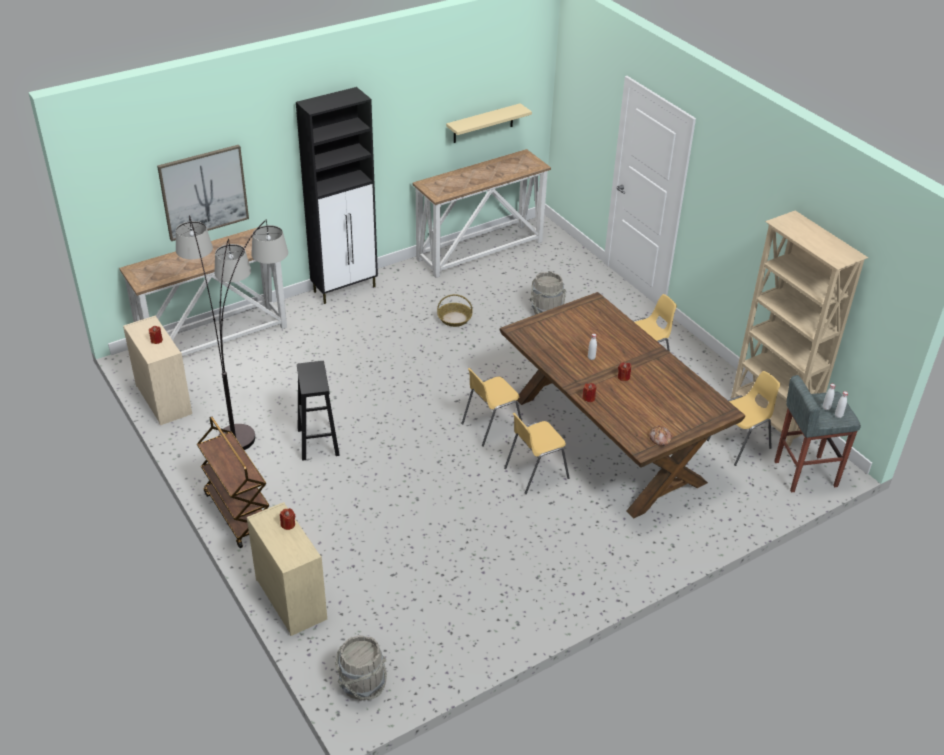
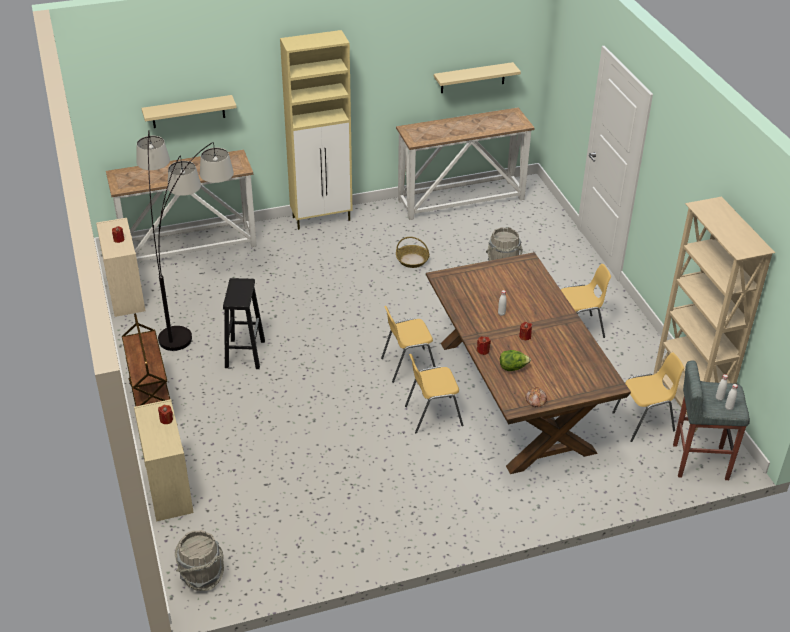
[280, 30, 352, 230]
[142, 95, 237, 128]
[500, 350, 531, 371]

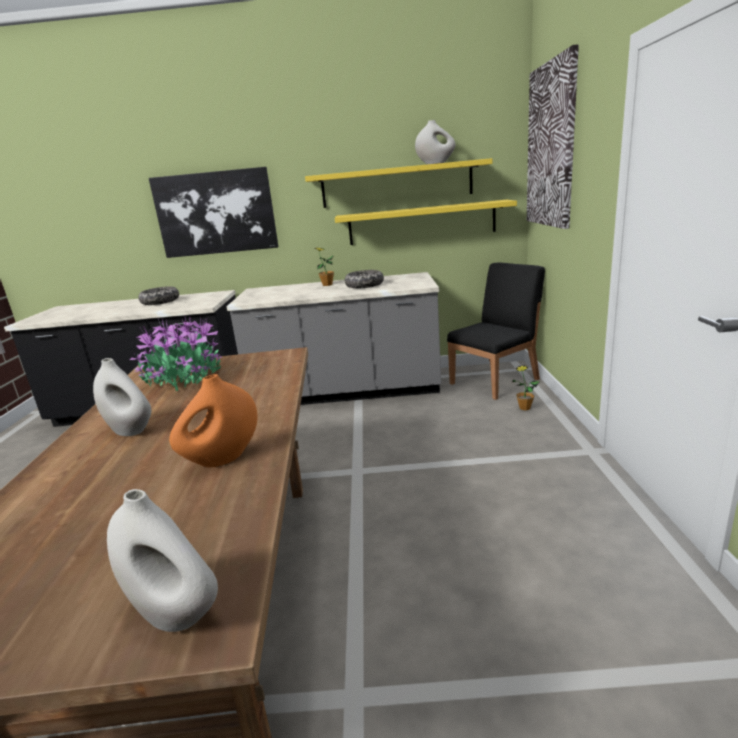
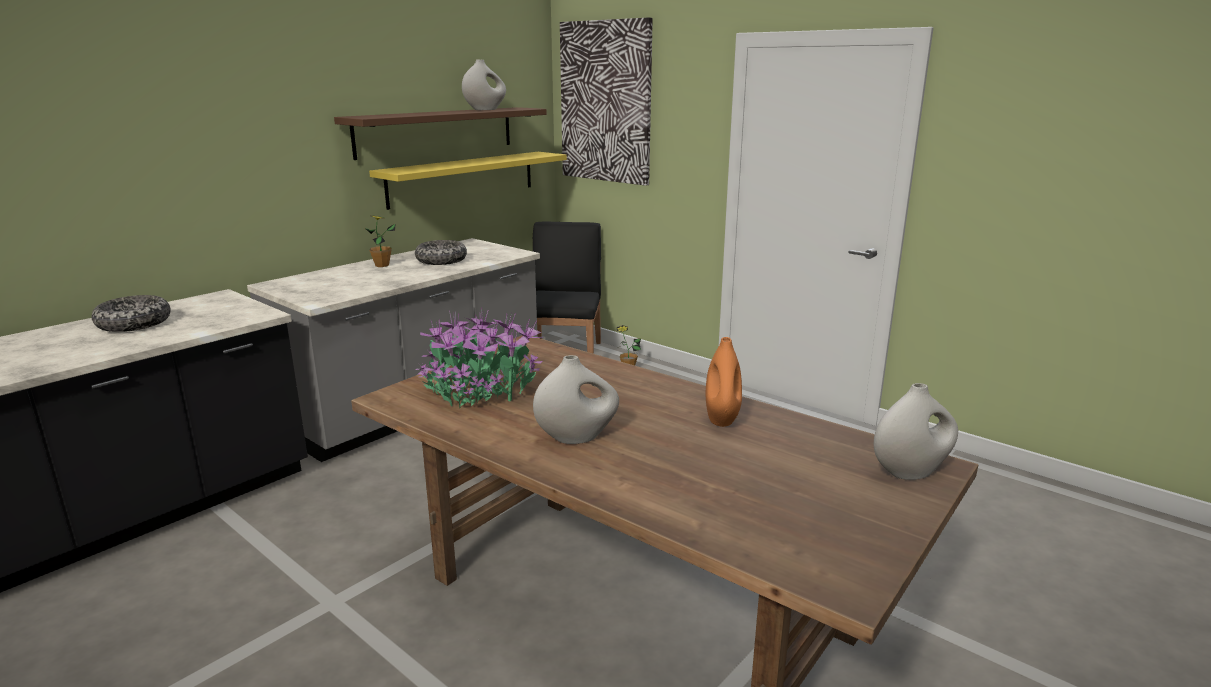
[334, 107, 547, 160]
[149, 167, 278, 258] (first image)

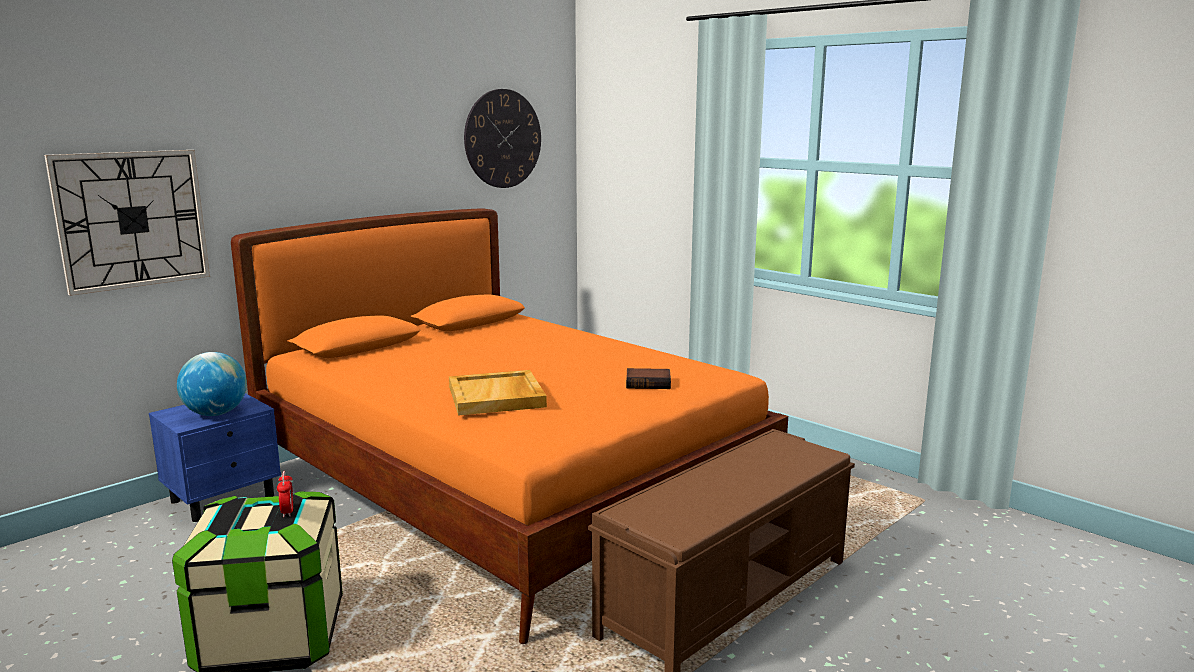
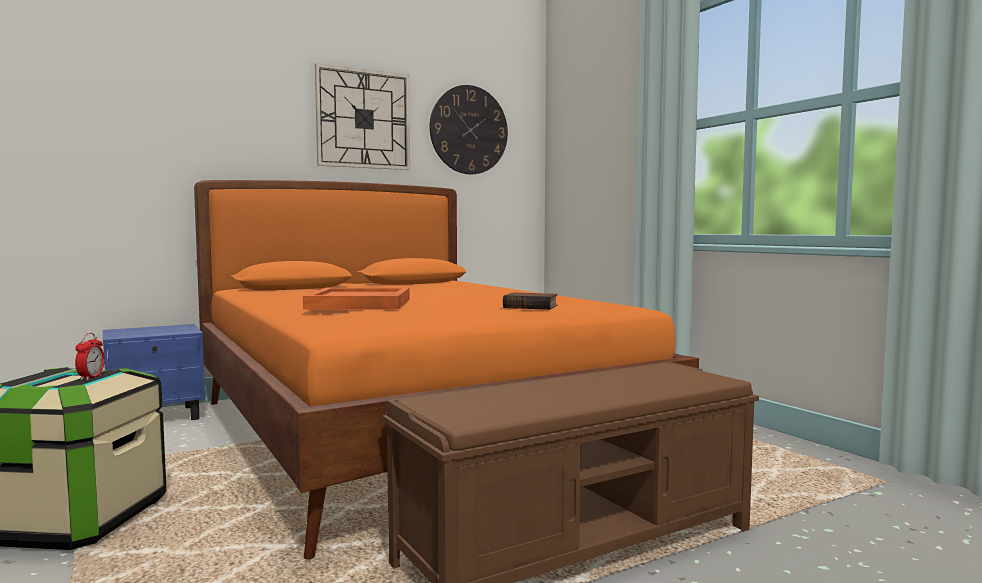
[315, 63, 410, 170]
[177, 352, 247, 416] (first image)
[303, 288, 410, 310]

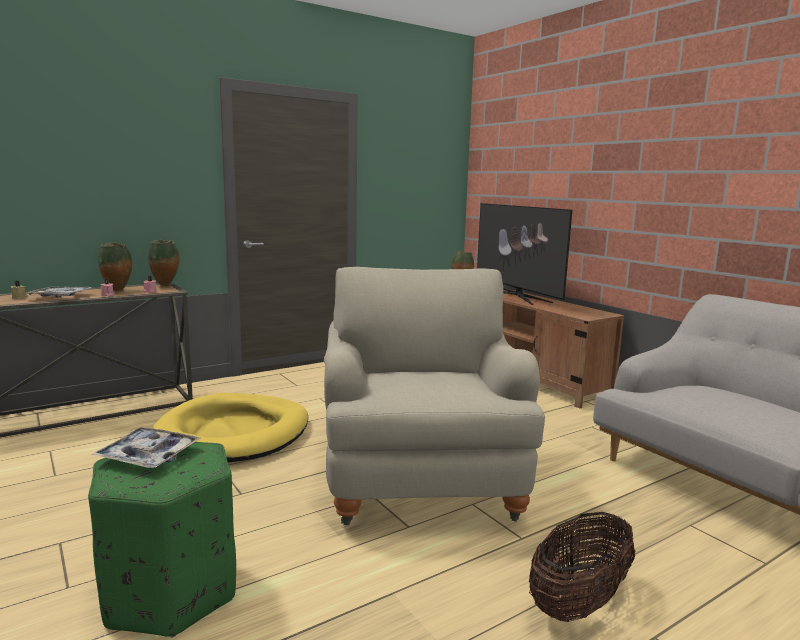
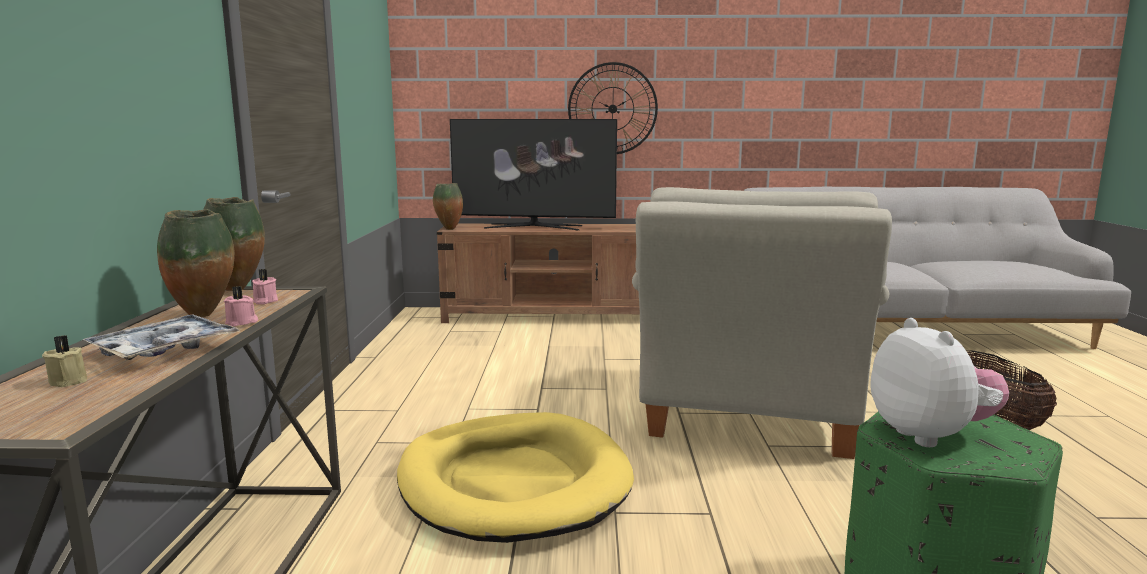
[632, 187, 892, 459]
[870, 318, 1009, 447]
[568, 62, 658, 154]

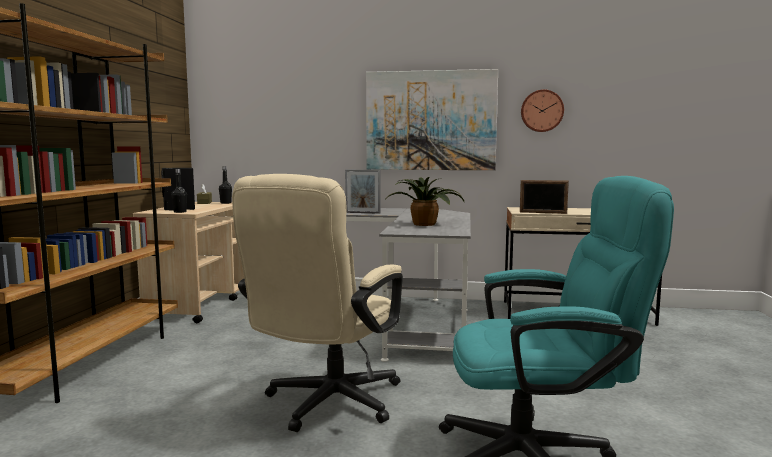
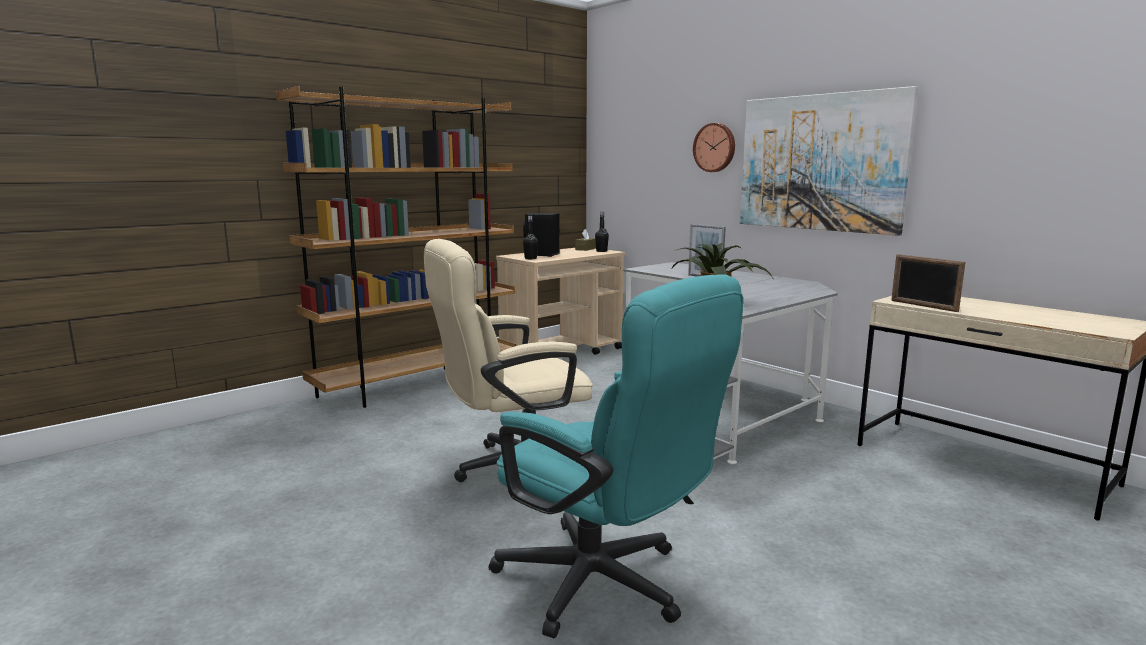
[693, 123, 735, 172]

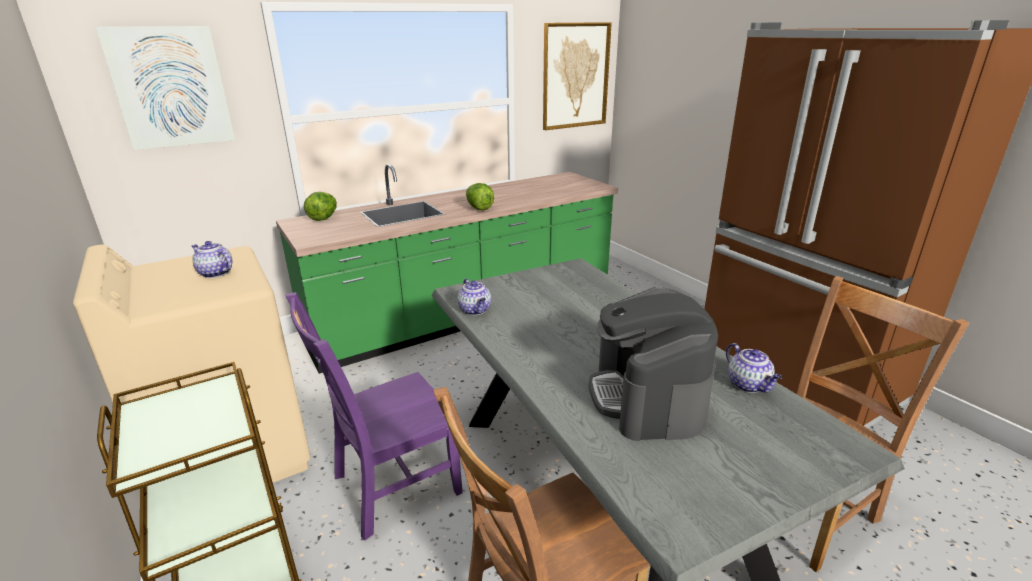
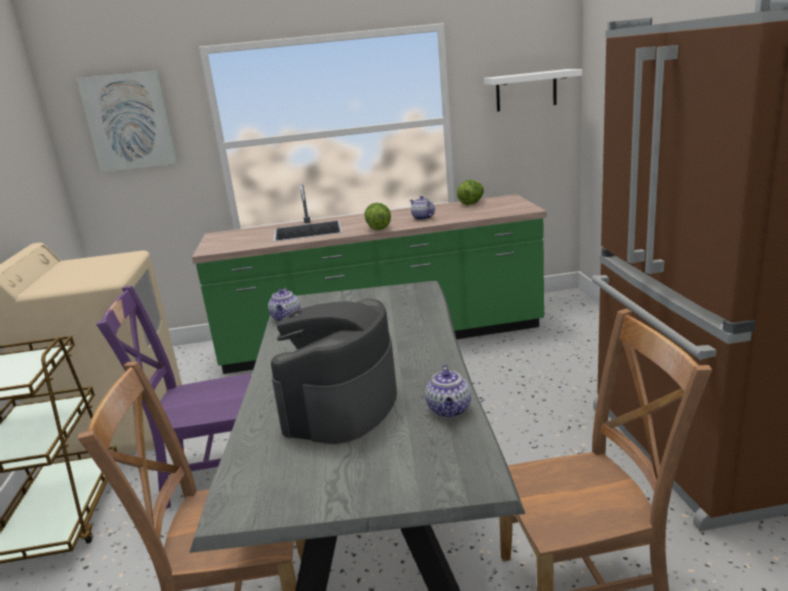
[484, 69, 582, 112]
[457, 180, 484, 205]
[410, 196, 435, 220]

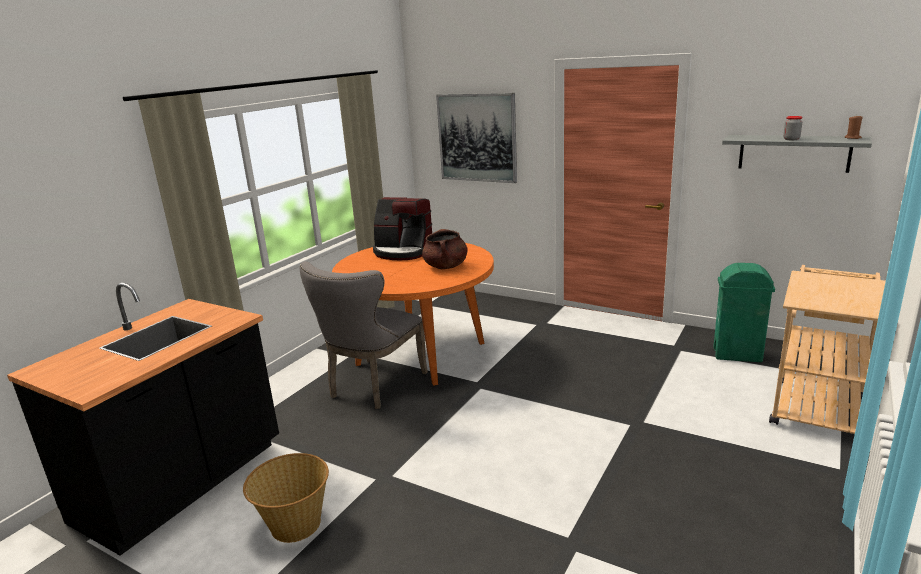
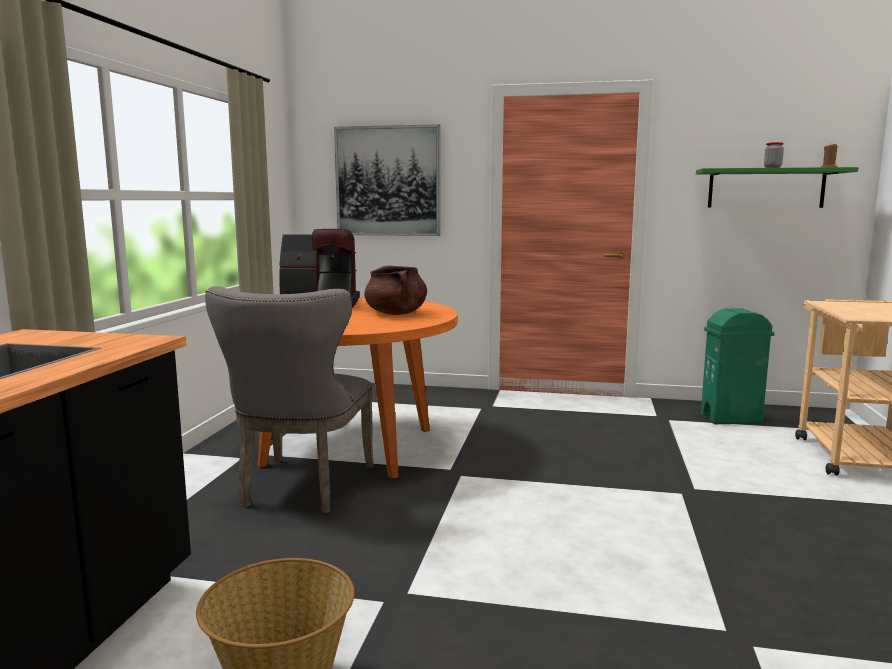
[696, 167, 859, 208]

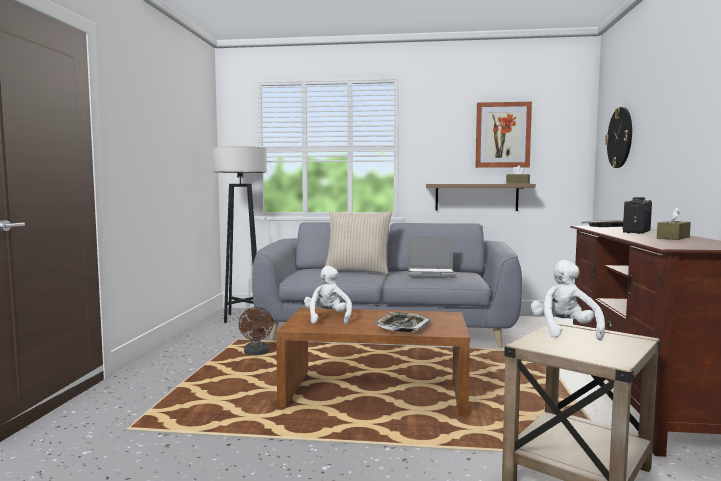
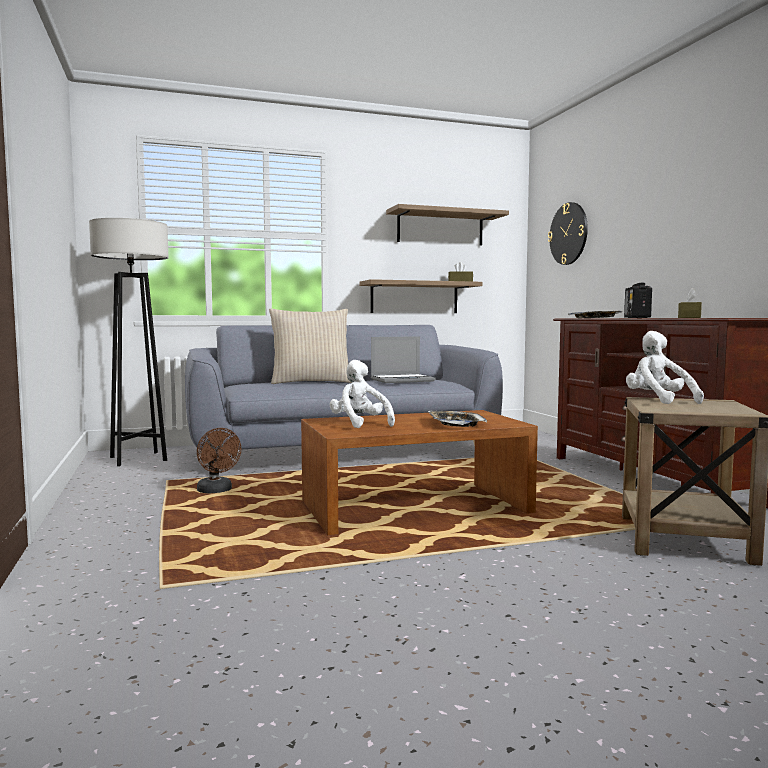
[386, 204, 509, 245]

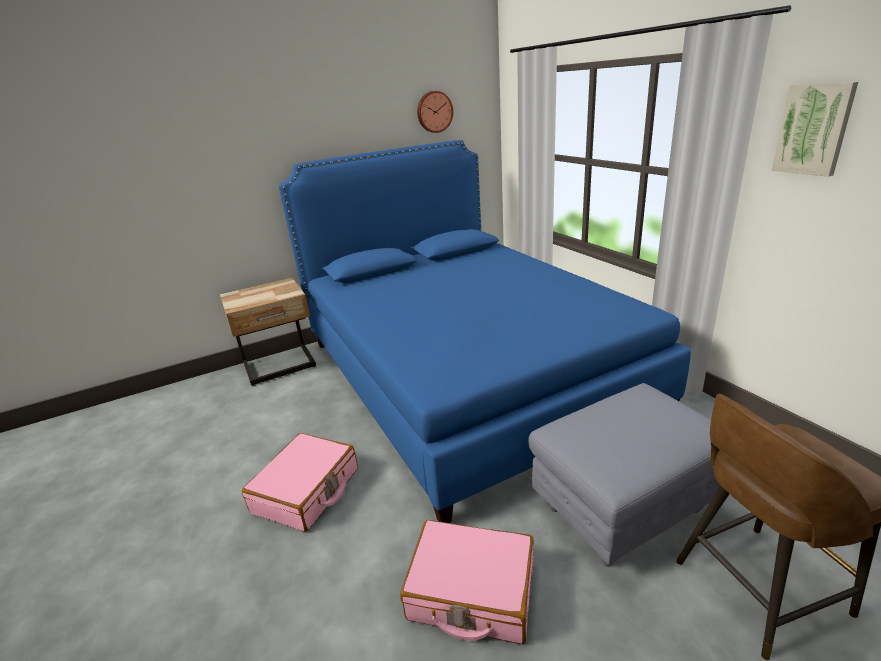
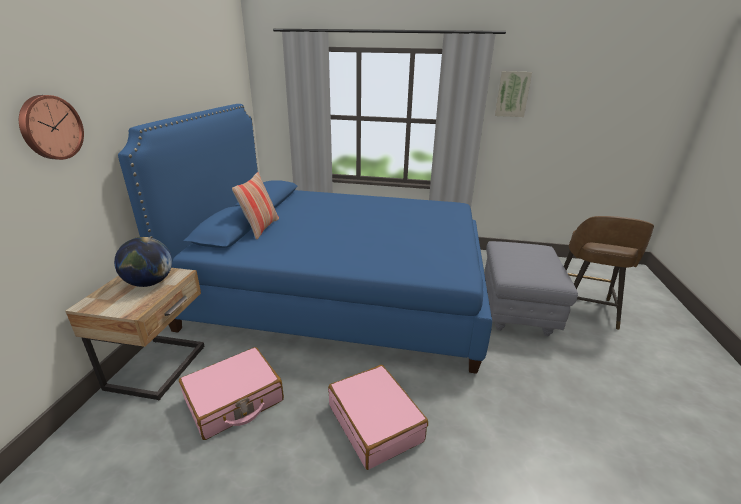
[19, 95, 84, 160]
[179, 347, 284, 440]
[232, 172, 279, 240]
[114, 237, 172, 287]

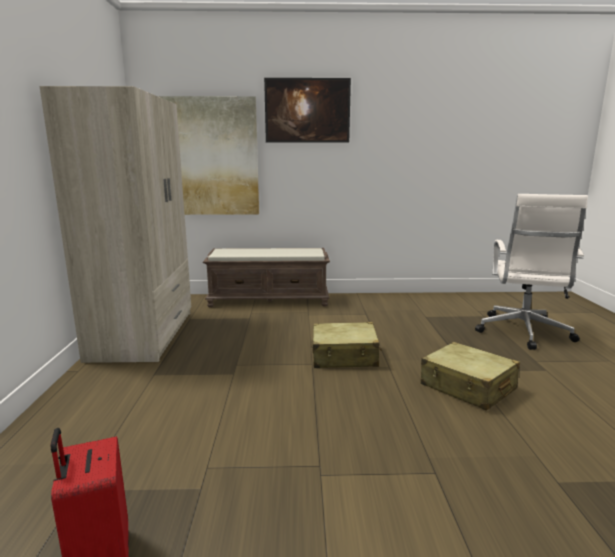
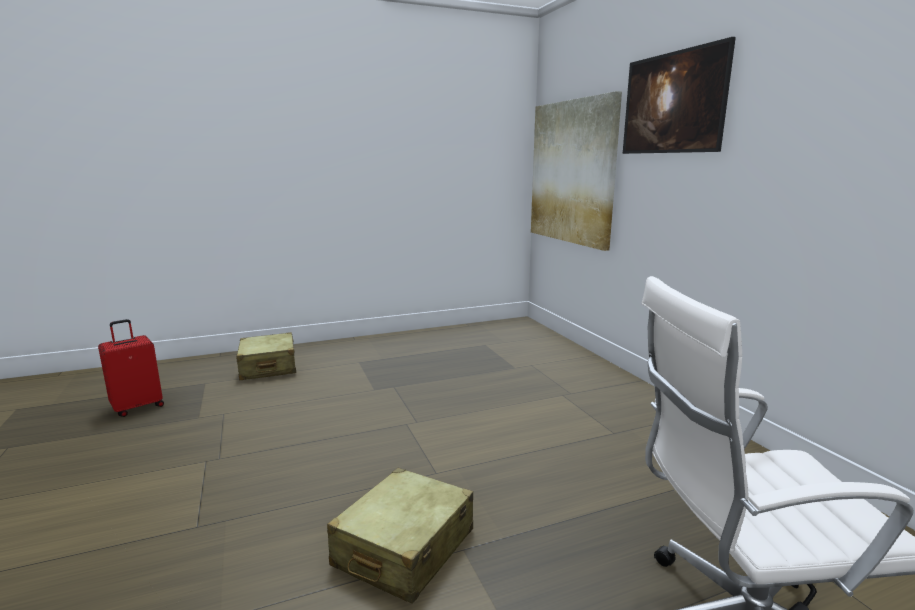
[40, 86, 191, 363] (first image)
[203, 248, 330, 307] (first image)
[236, 332, 296, 380]

